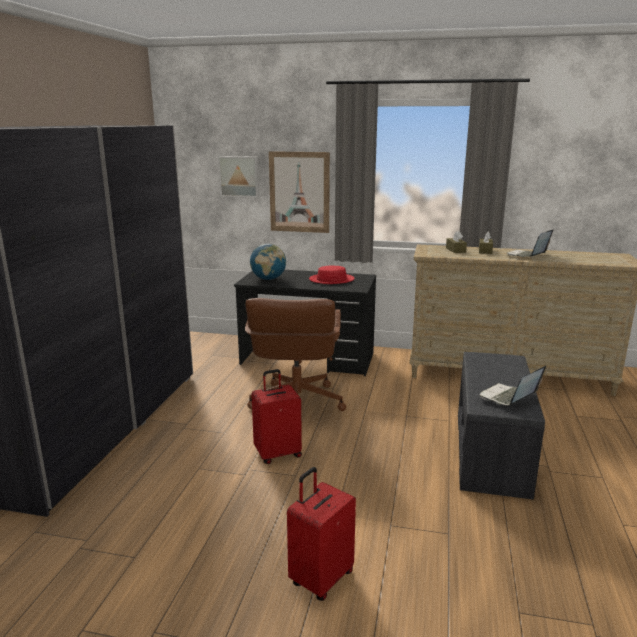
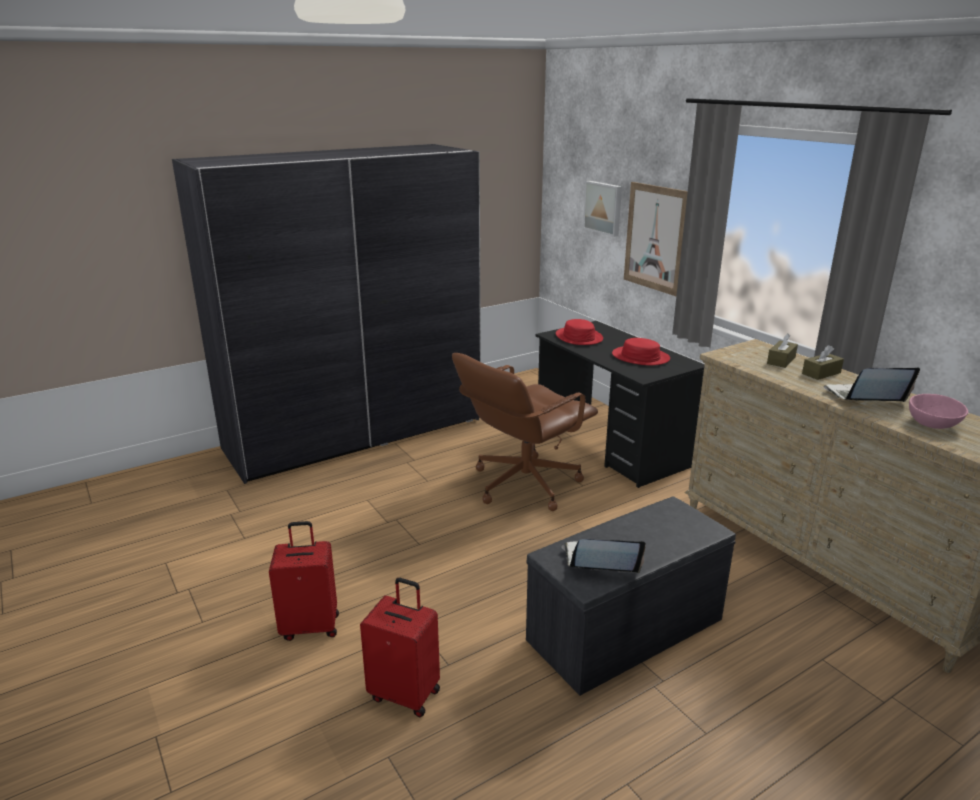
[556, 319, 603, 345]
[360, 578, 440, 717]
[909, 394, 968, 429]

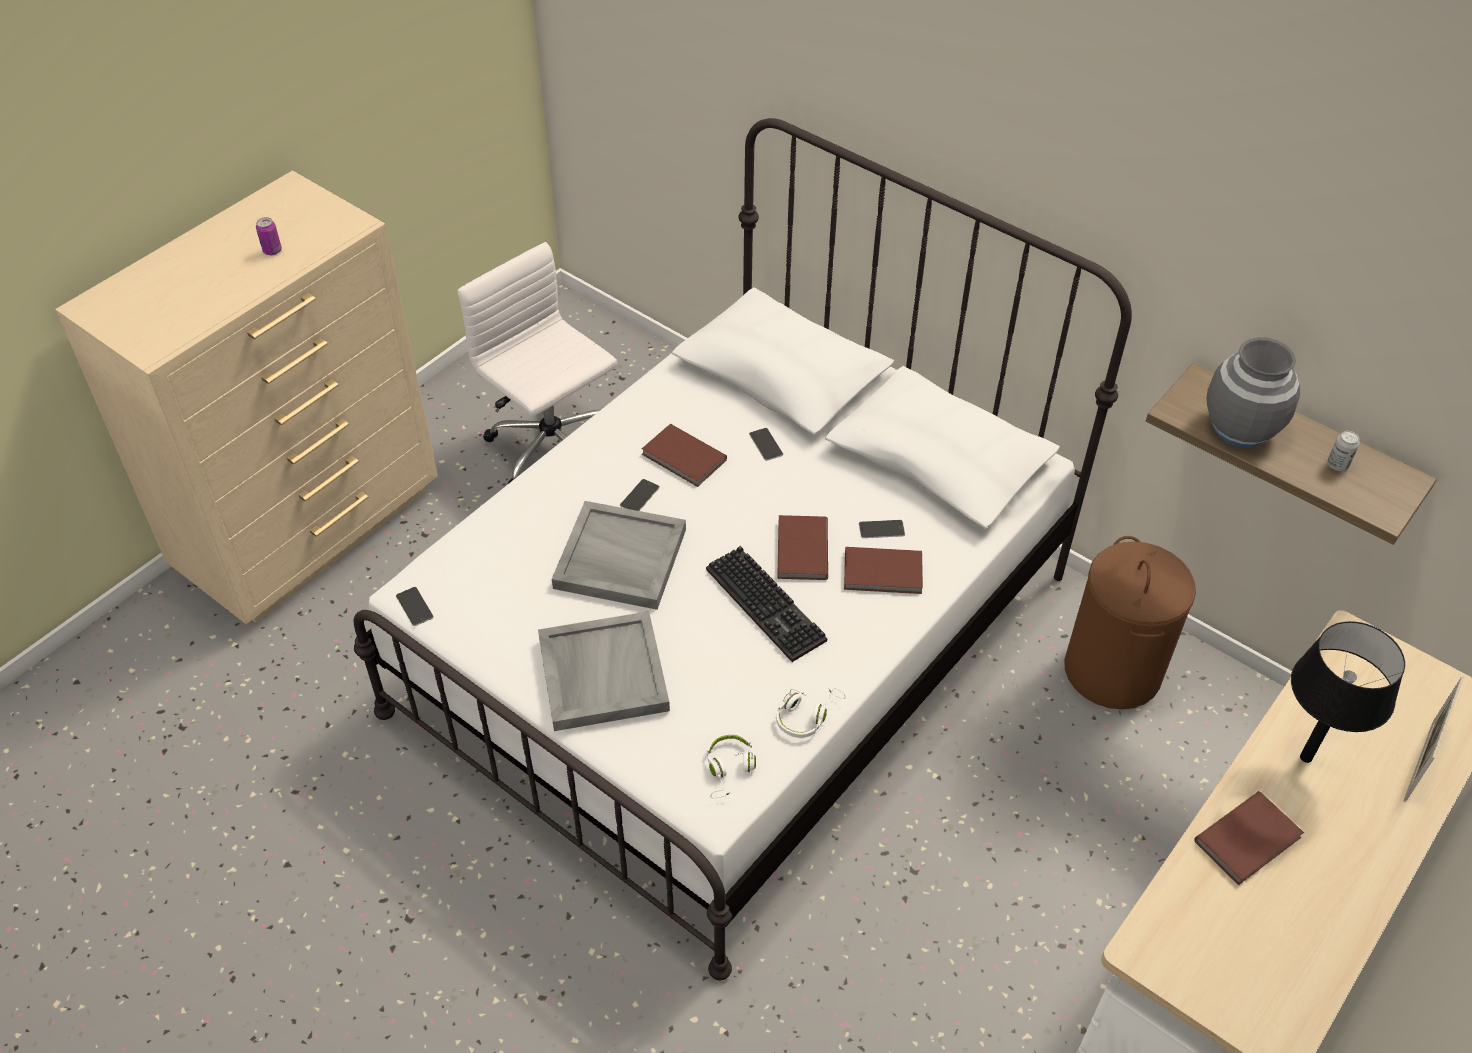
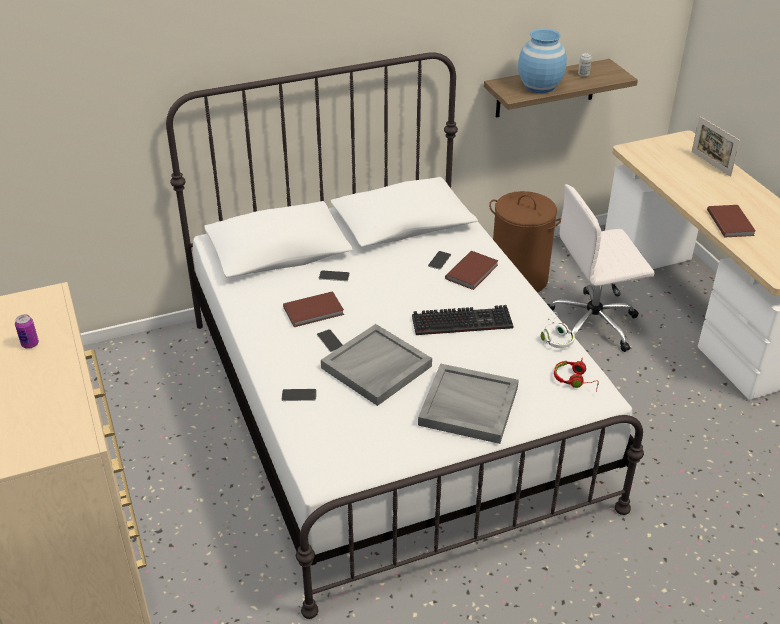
[547, 184, 654, 352]
[518, 28, 567, 93]
[777, 515, 828, 580] (first image)
[282, 389, 317, 401]
[1291, 621, 1405, 763] (first image)
[554, 359, 599, 392]

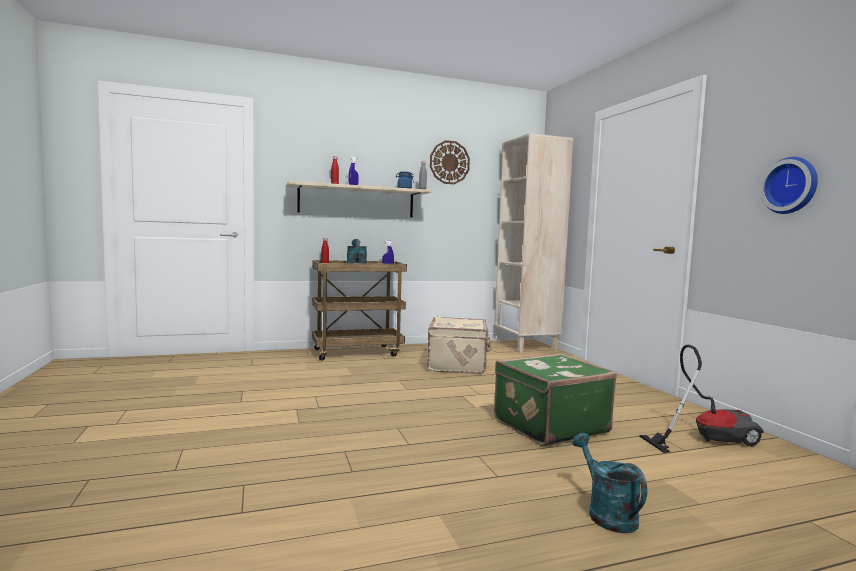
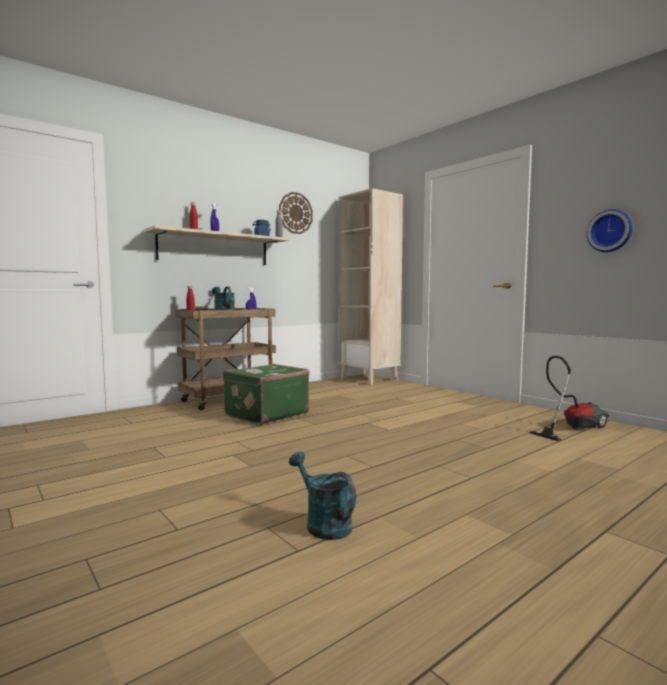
[427, 316, 490, 374] (first image)
[223, 364, 310, 425]
[289, 451, 356, 540]

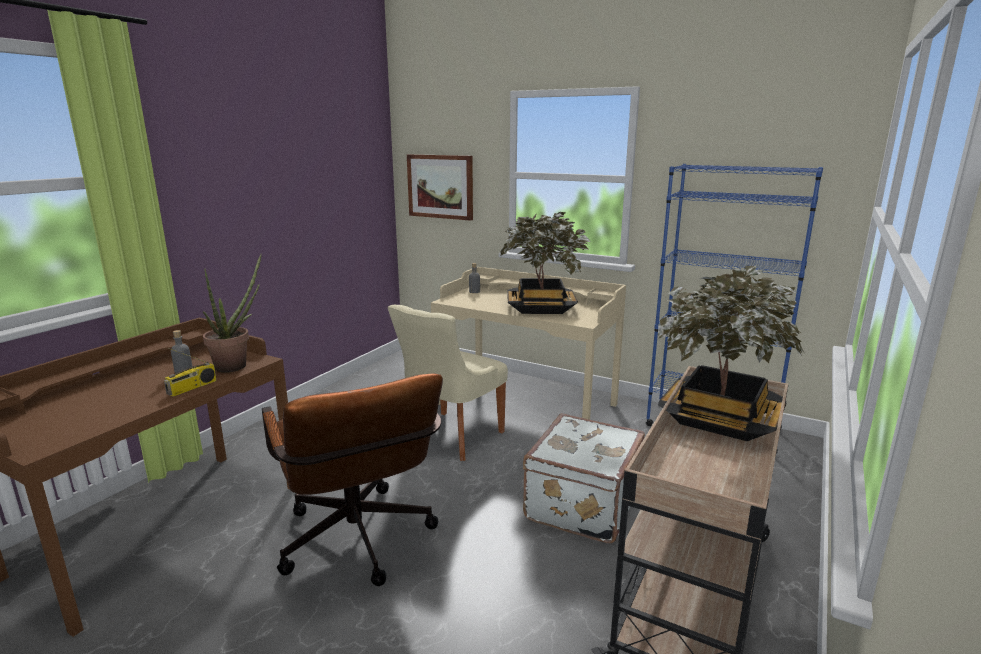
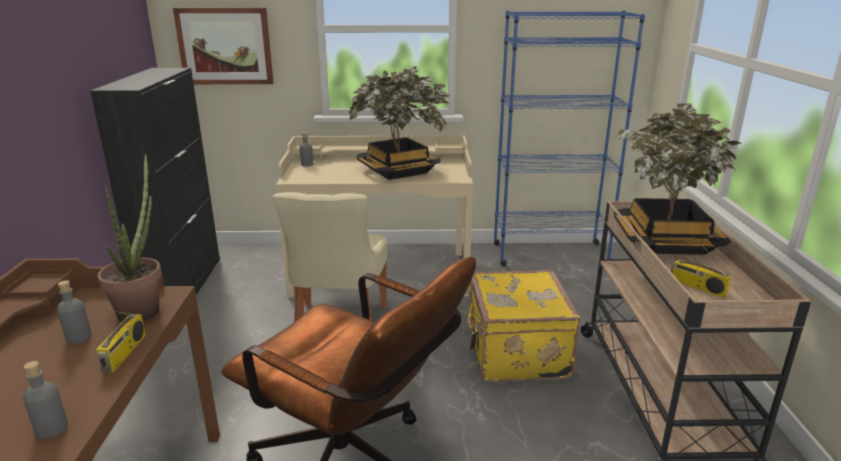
[467, 270, 581, 382]
[90, 68, 220, 295]
[671, 234, 731, 298]
[23, 361, 68, 439]

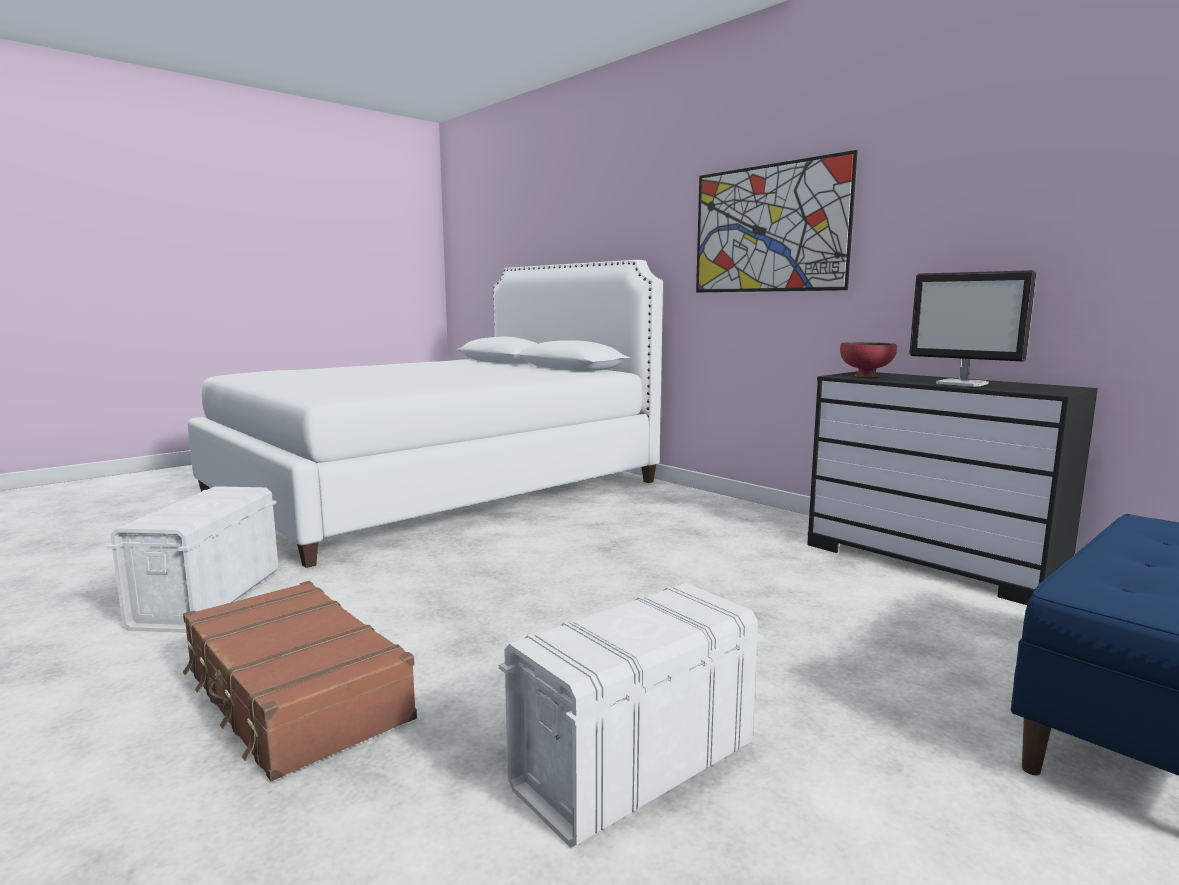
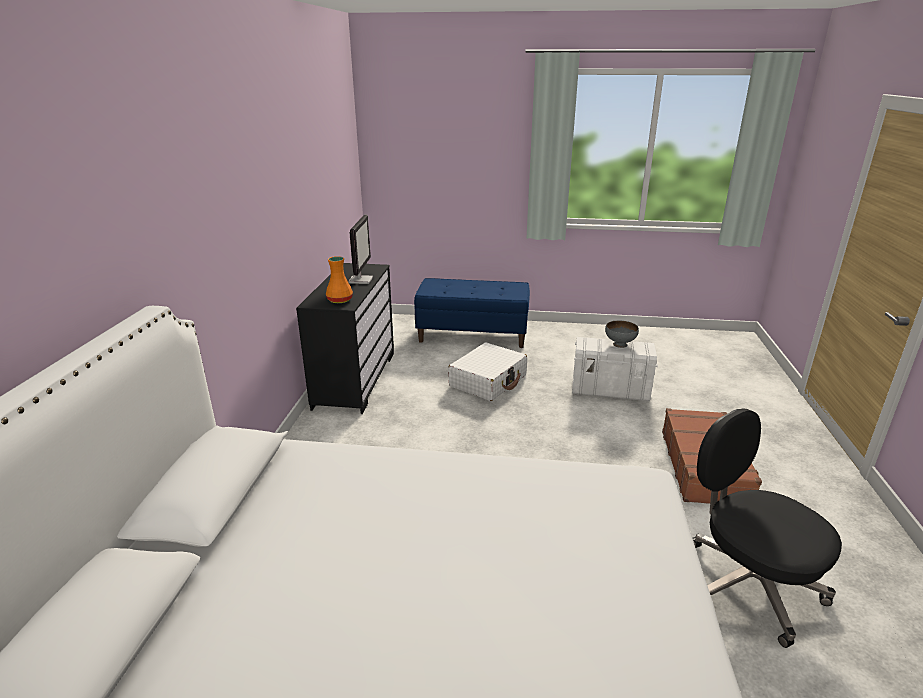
[696, 150, 858, 292] (first image)
[326, 256, 353, 303]
[693, 409, 842, 648]
[605, 320, 639, 348]
[448, 343, 527, 401]

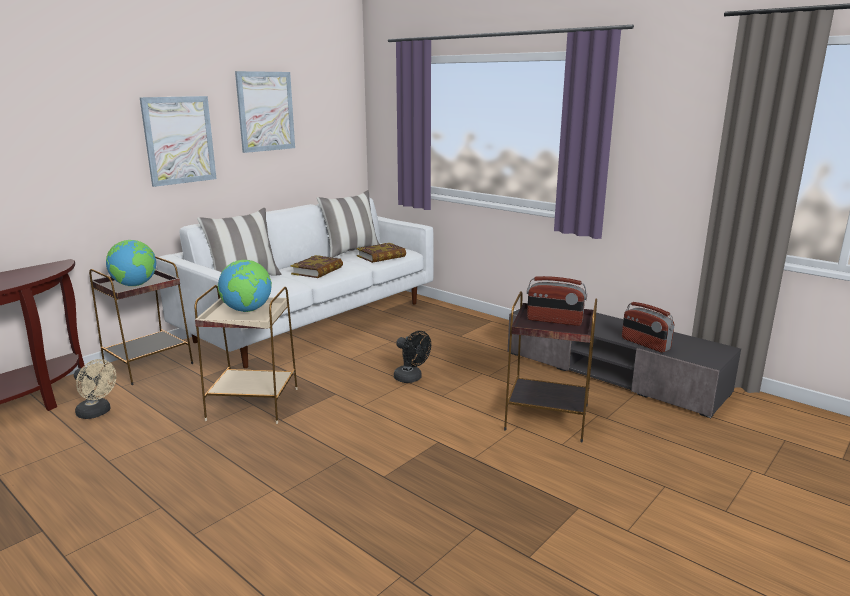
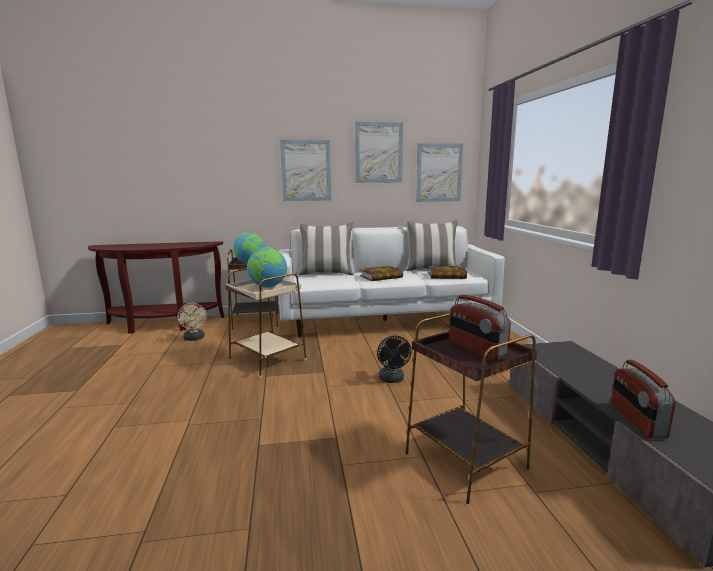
[416, 143, 463, 202]

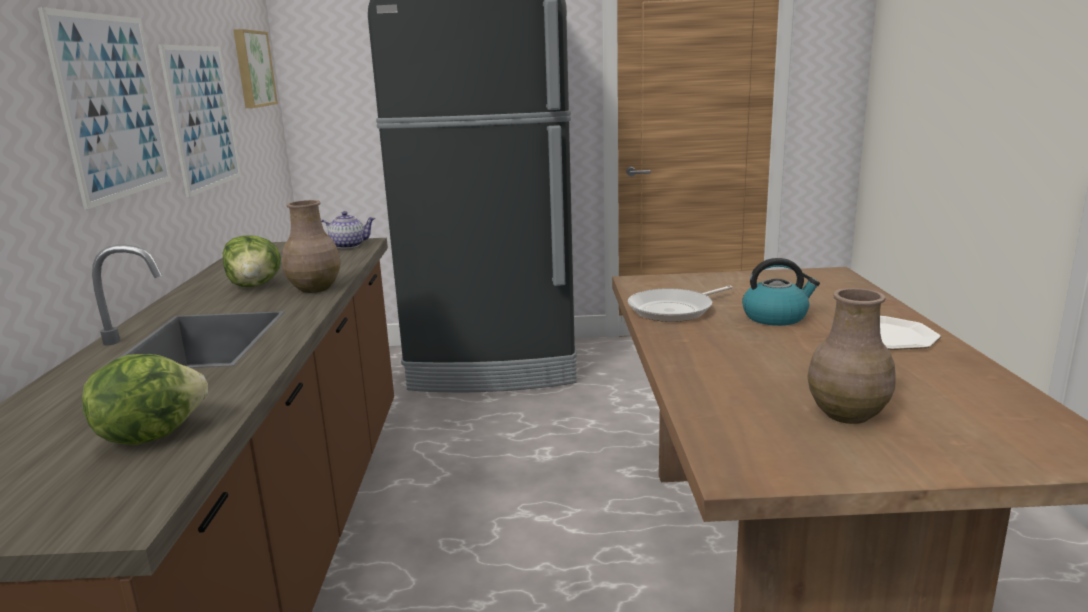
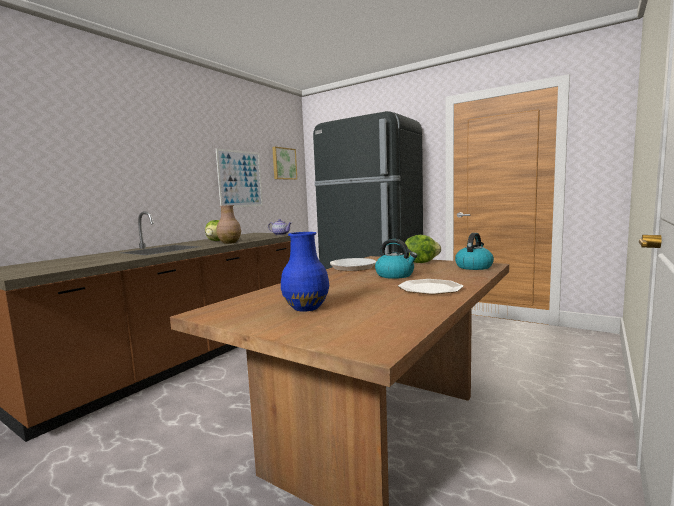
[38, 7, 172, 209] (first image)
[281, 232, 329, 312]
[405, 235, 441, 263]
[455, 233, 494, 270]

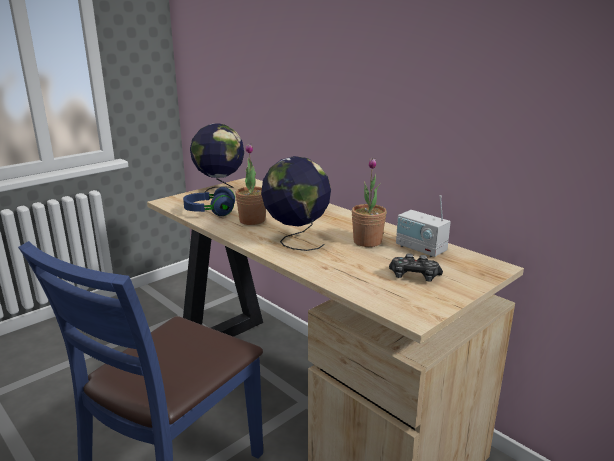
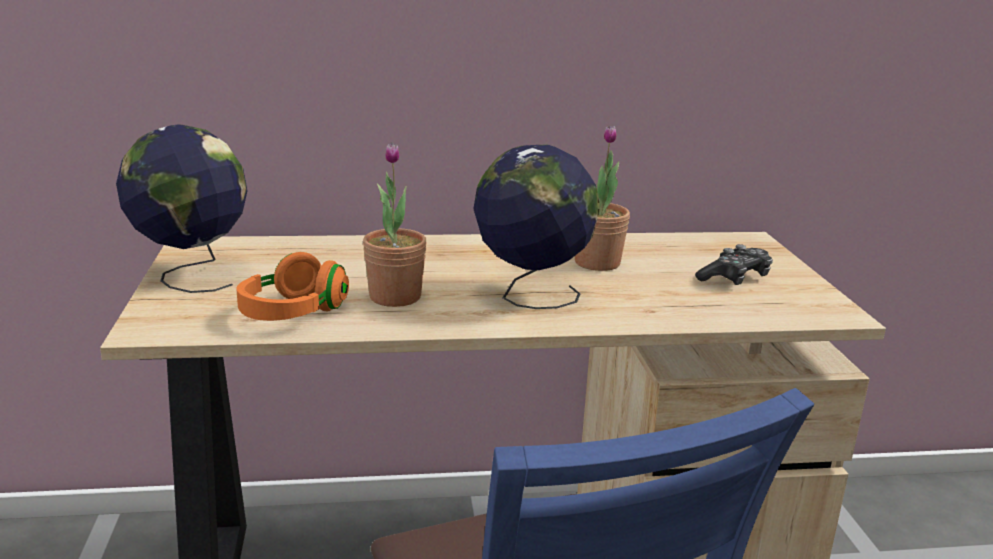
[236, 252, 349, 321]
[396, 195, 451, 257] (first image)

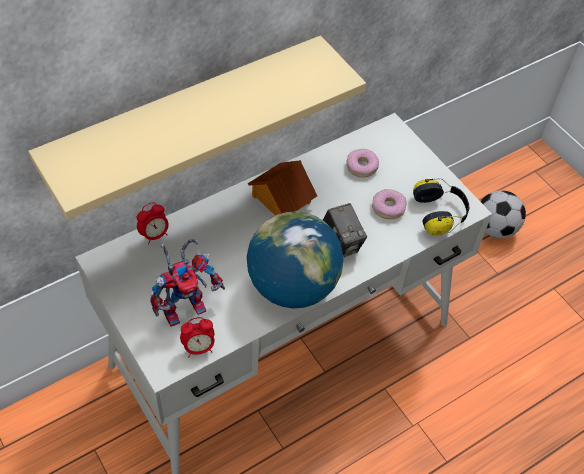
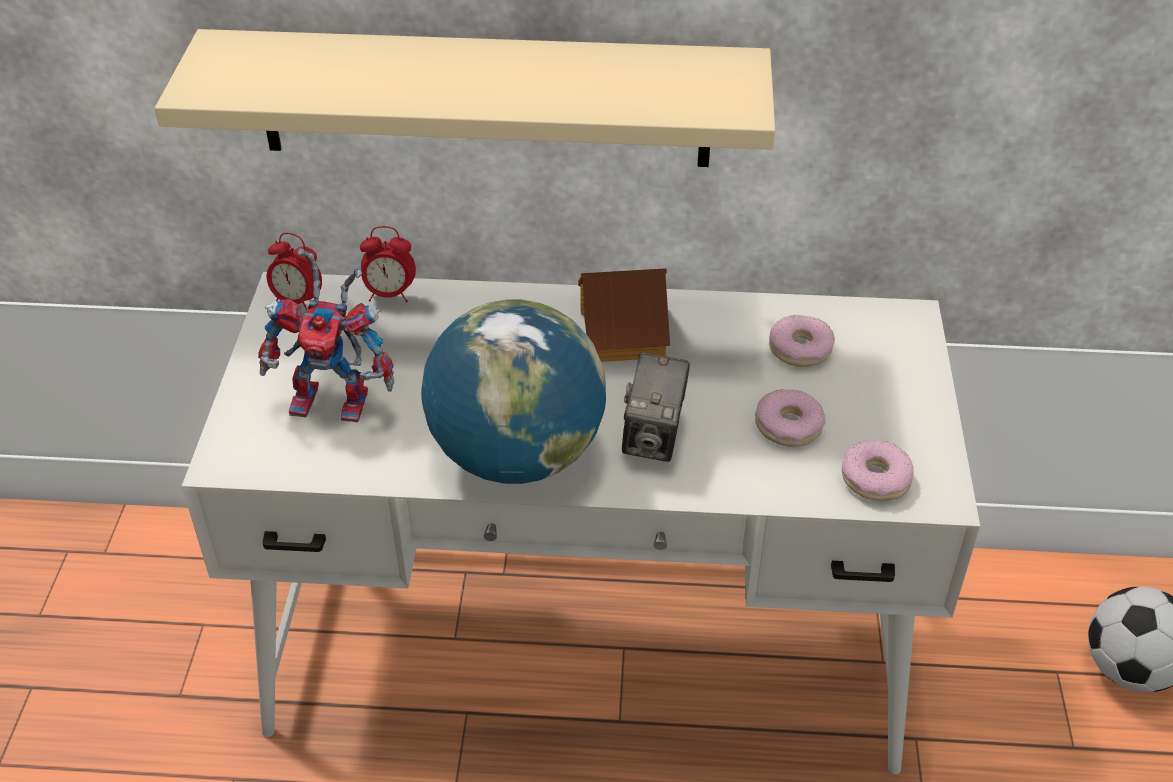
[842, 440, 914, 501]
[267, 233, 322, 310]

